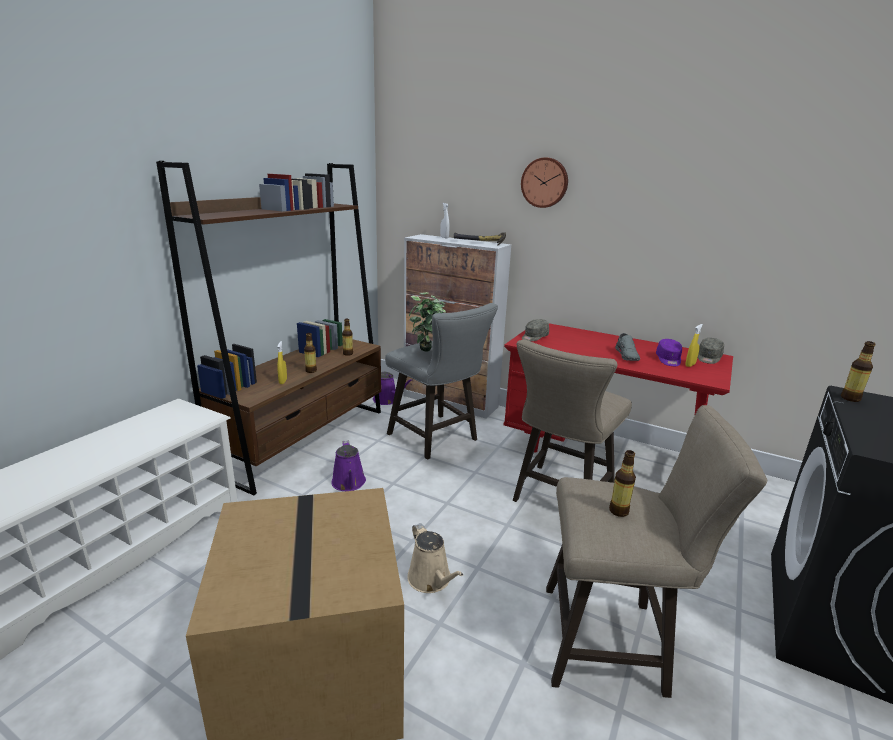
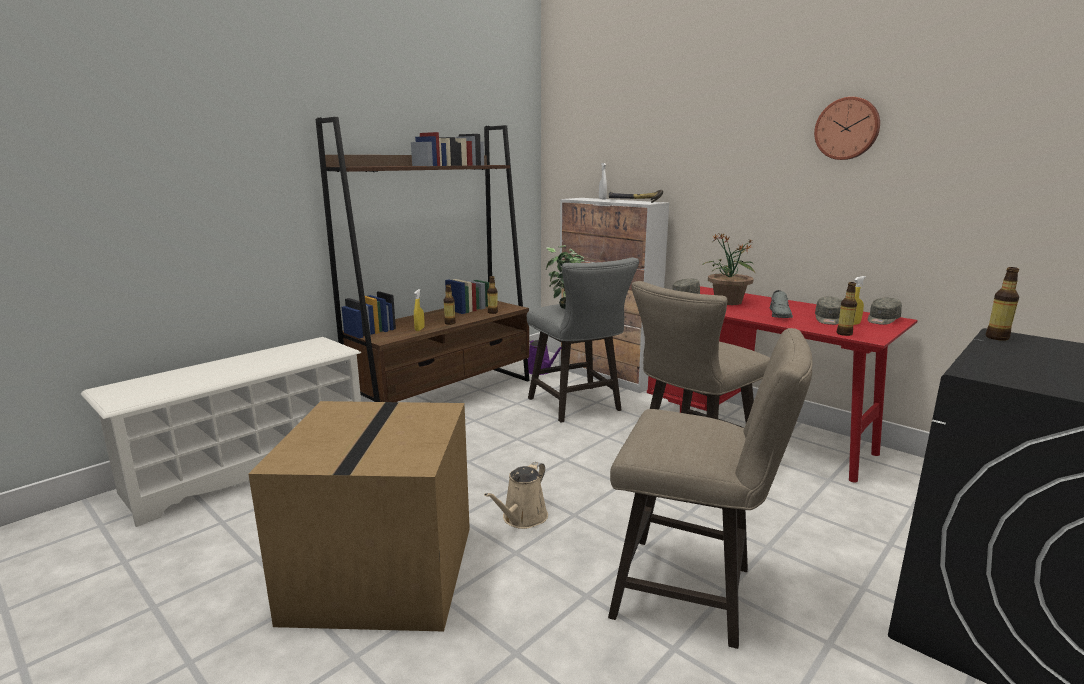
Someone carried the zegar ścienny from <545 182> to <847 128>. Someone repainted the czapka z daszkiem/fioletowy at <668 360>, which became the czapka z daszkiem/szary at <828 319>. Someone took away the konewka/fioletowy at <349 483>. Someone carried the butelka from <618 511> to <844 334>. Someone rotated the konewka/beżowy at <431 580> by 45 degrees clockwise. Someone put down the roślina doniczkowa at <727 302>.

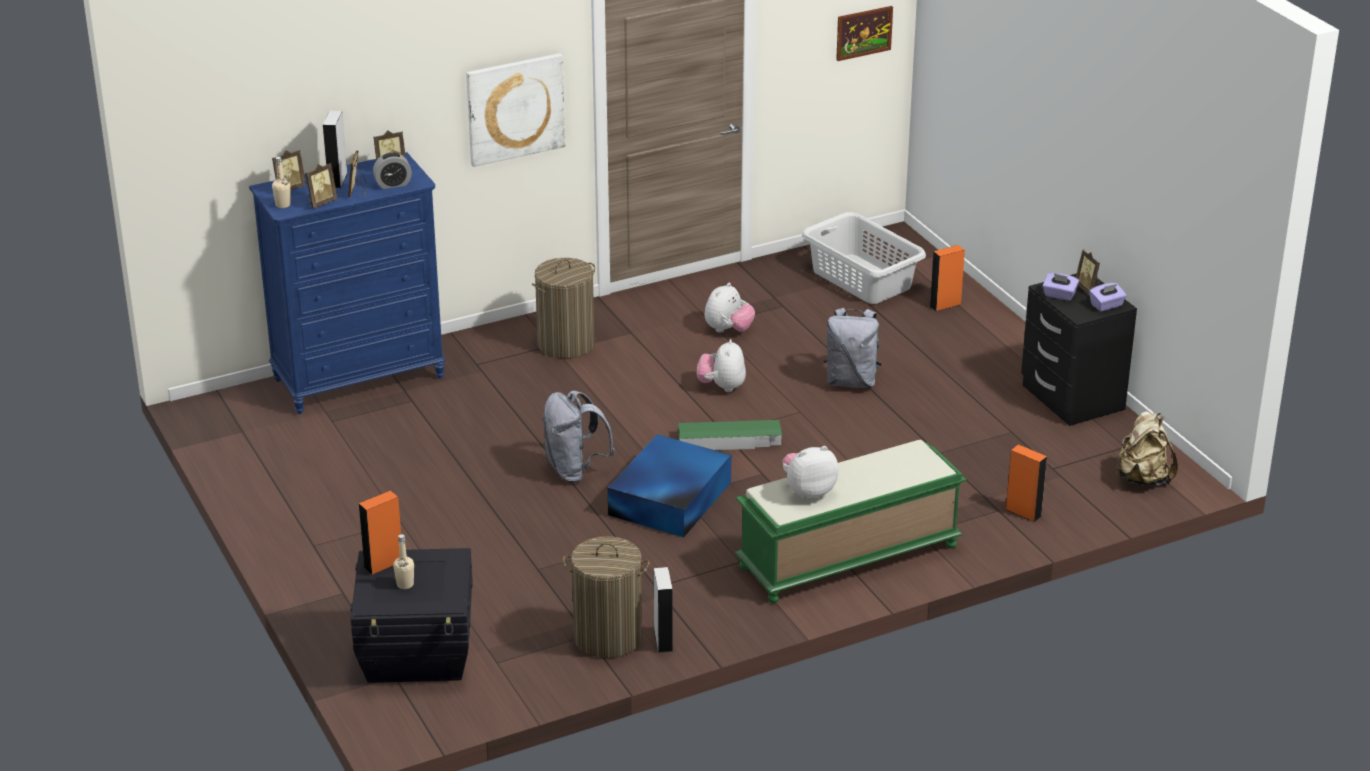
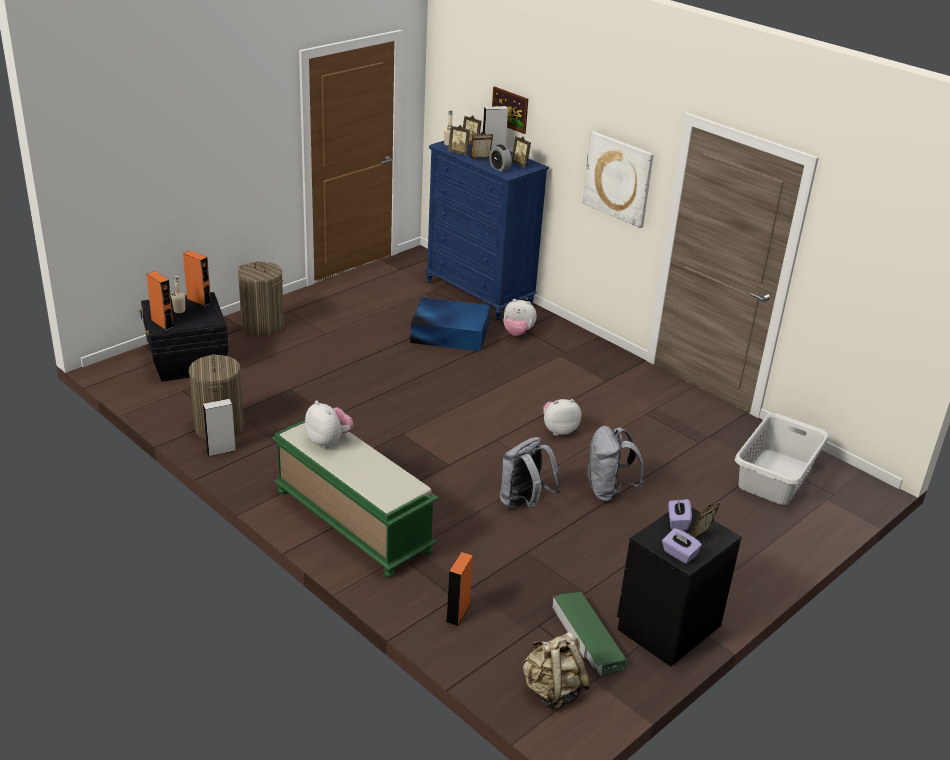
Someone carried the obraz from <864 33> to <510 109>. Someone carried the głośnik/pomarańczowy from <945 305> to <162 323>. Someone carried the kosz na pranie from <566 344> to <263 326>. Someone carried the pluszak from <728 330> to <517 333>. Someone carried the plecak/szary from <575 470> to <524 504>. Someone carried the pojemnik do przechowywania/zielony from <730 441> to <587 638>. Someone carried the pojemnik do przechowywania/niebieski from <668 499> to <449 333>.

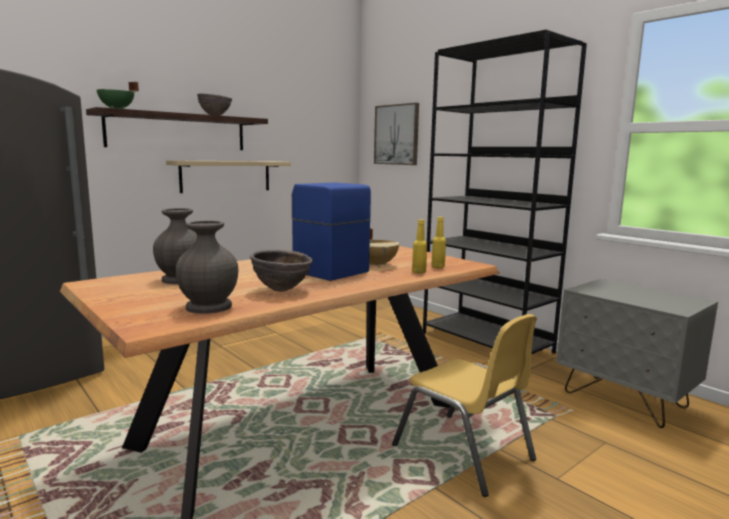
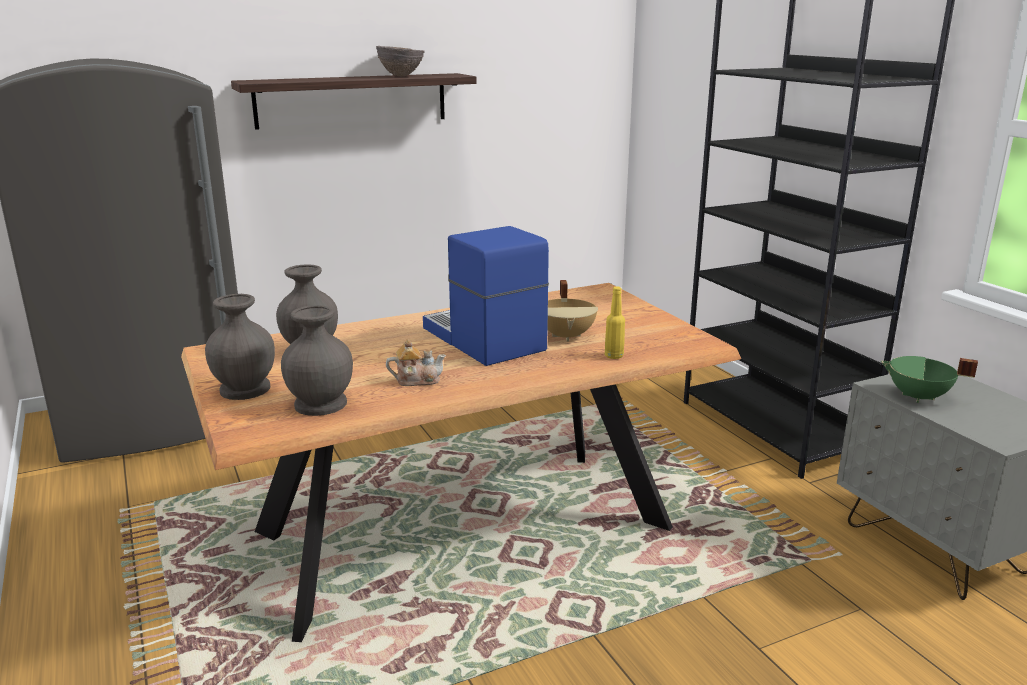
Someone carried the garnek/zielony from <116 109> to <918 397>. Someone took away the obraz at <396 134>. Someone took away the półka/beżowy at <226 176>. Someone took away the butelka/żółty at <438 267>. Someone swapped the miska/brązowy at <282 290> for the imbryk at <417 380>. Someone took away the krzesło/żółty at <463 453>. Someone put down the wazon/szary at <244 389>.

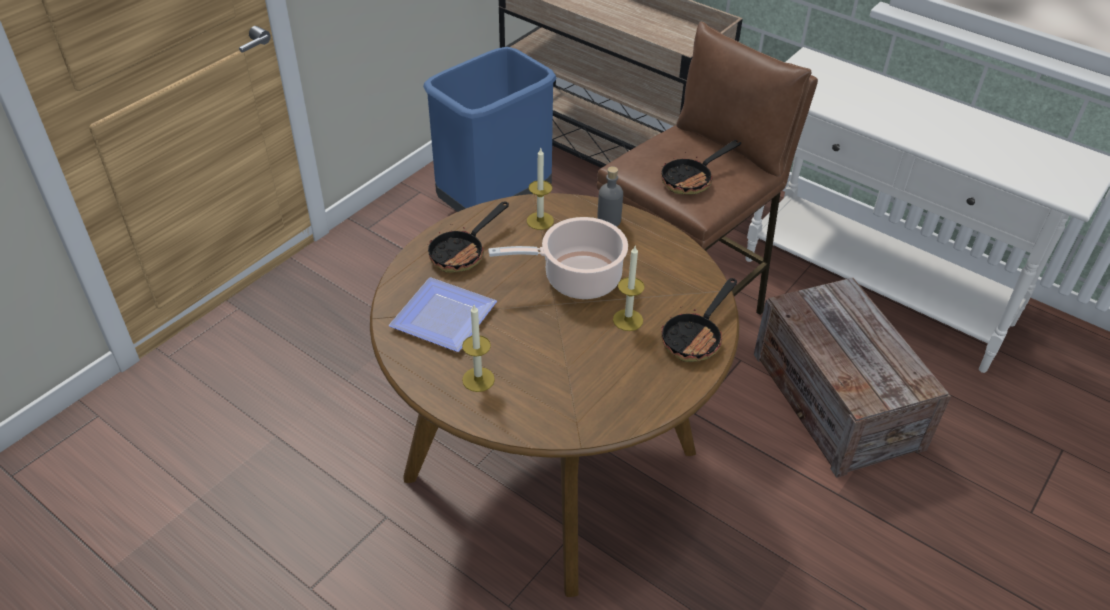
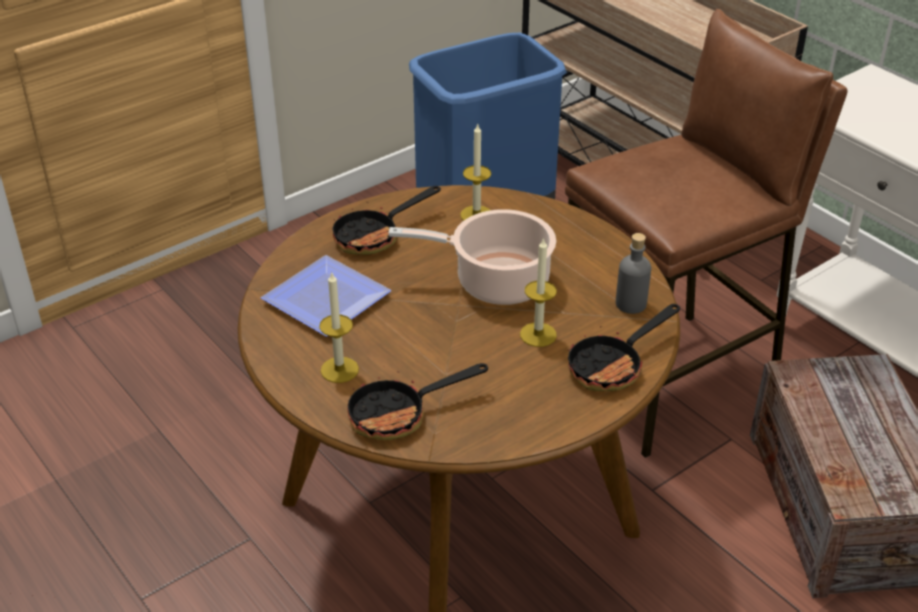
Someone carried the patelnia from <692 179> to <399 414>. Someone carried the butelka/szary from <609 221> to <631 304>.

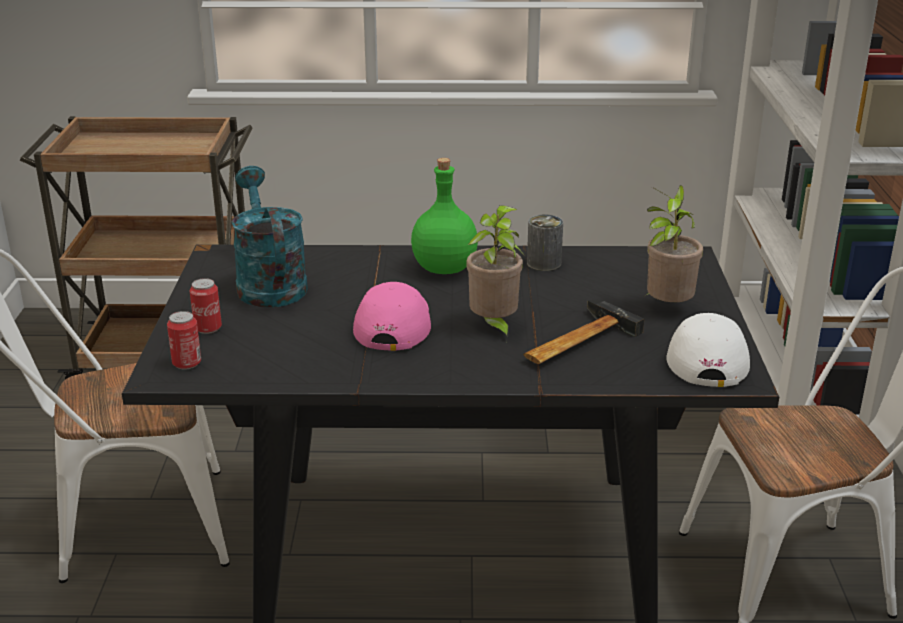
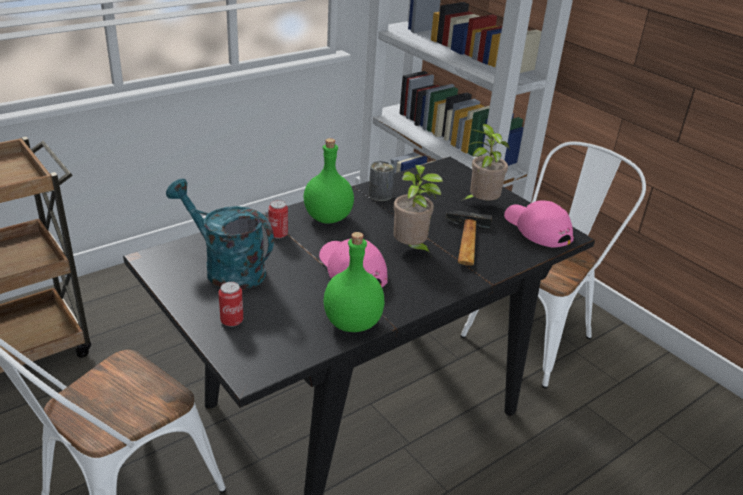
Someone carried the puszka from <187 363> to <278 234>. Someone repainted the czapka z daszkiem/biały at <705 357>, which became the czapka z daszkiem/różowy at <537 228>. Someone put down the butelka/zielony at <351 323>.

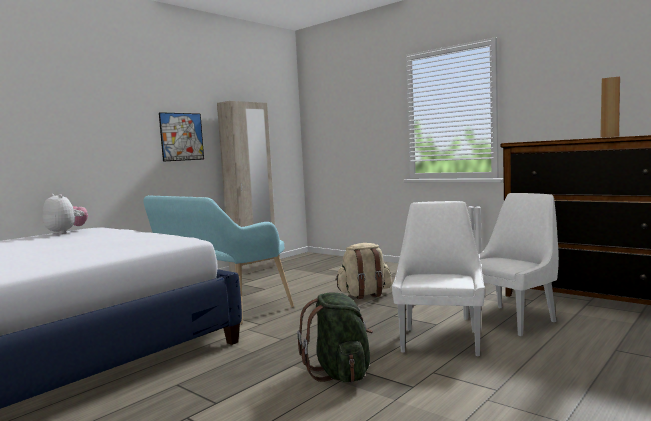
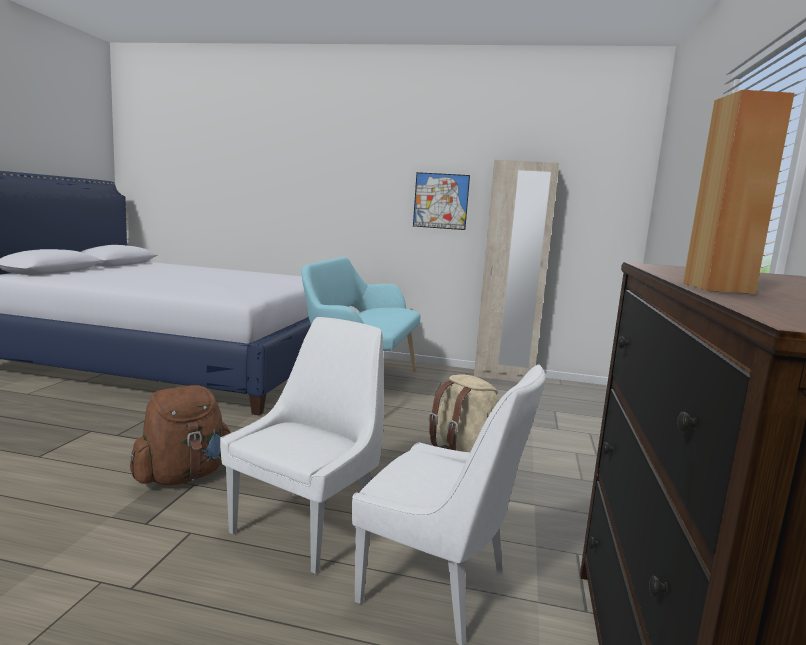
Someone took away the pluszak at <66 232>. Someone rotated the krzesło/biały at <440 340> by 45 degrees counterclockwise. Someone repainted the plecak/zielony at <340 373>, which became the plecak/brązowy at <183 476>.

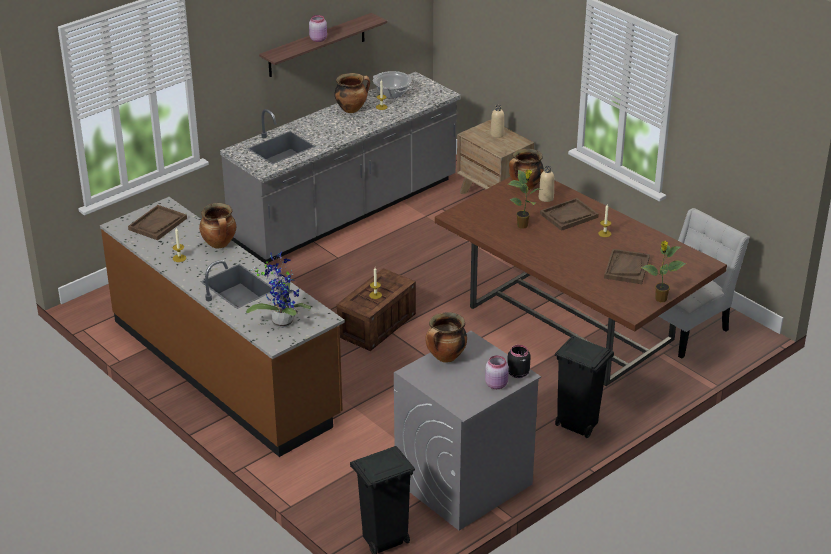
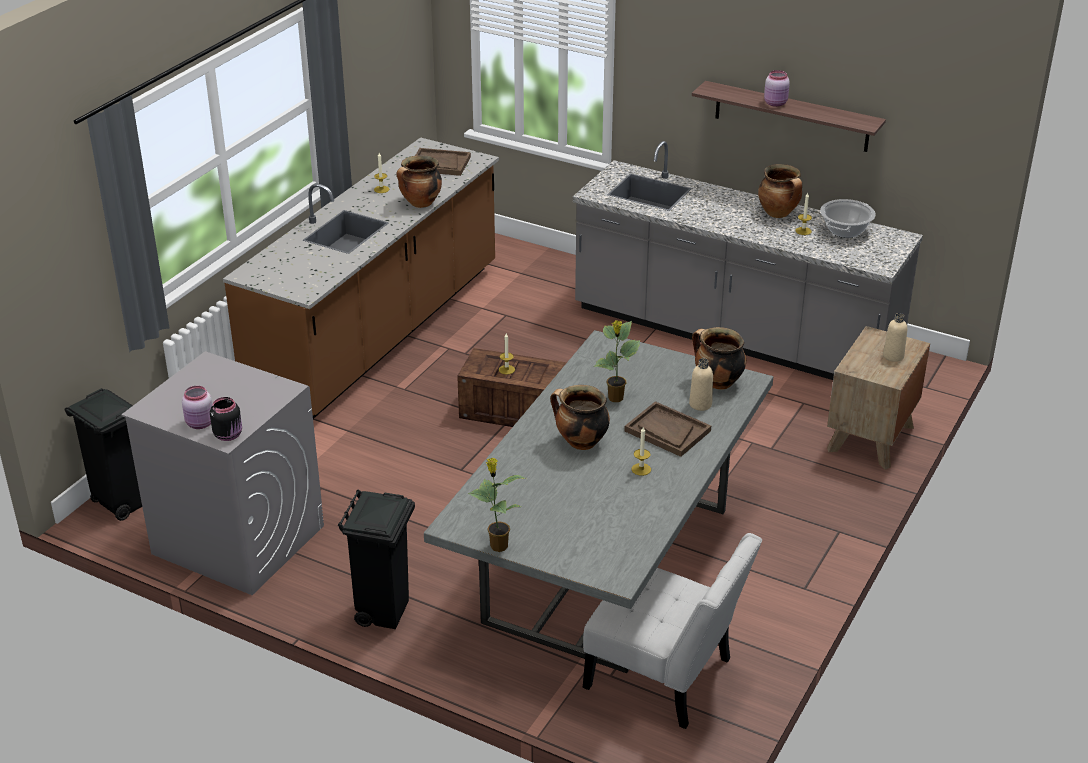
Someone repainted the stół jadalny/brązowy at <572 324>, which became the stół jadalny/szary at <606 566>. Someone took away the taca/brązowy at <626 268>. Someone took away the roślina doniczkowa at <281 320>. Someone carried the garnek from <445 357> to <580 442>.

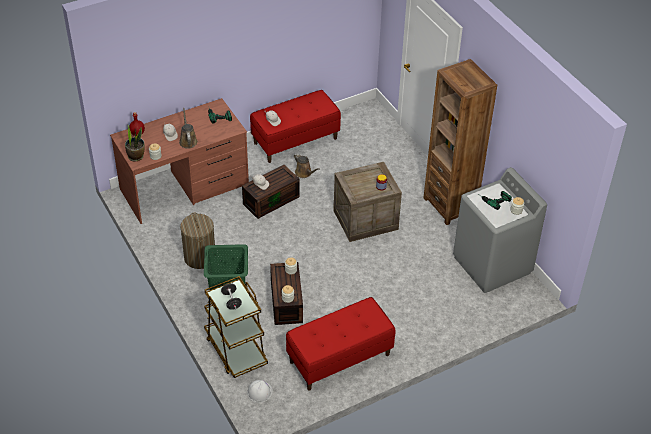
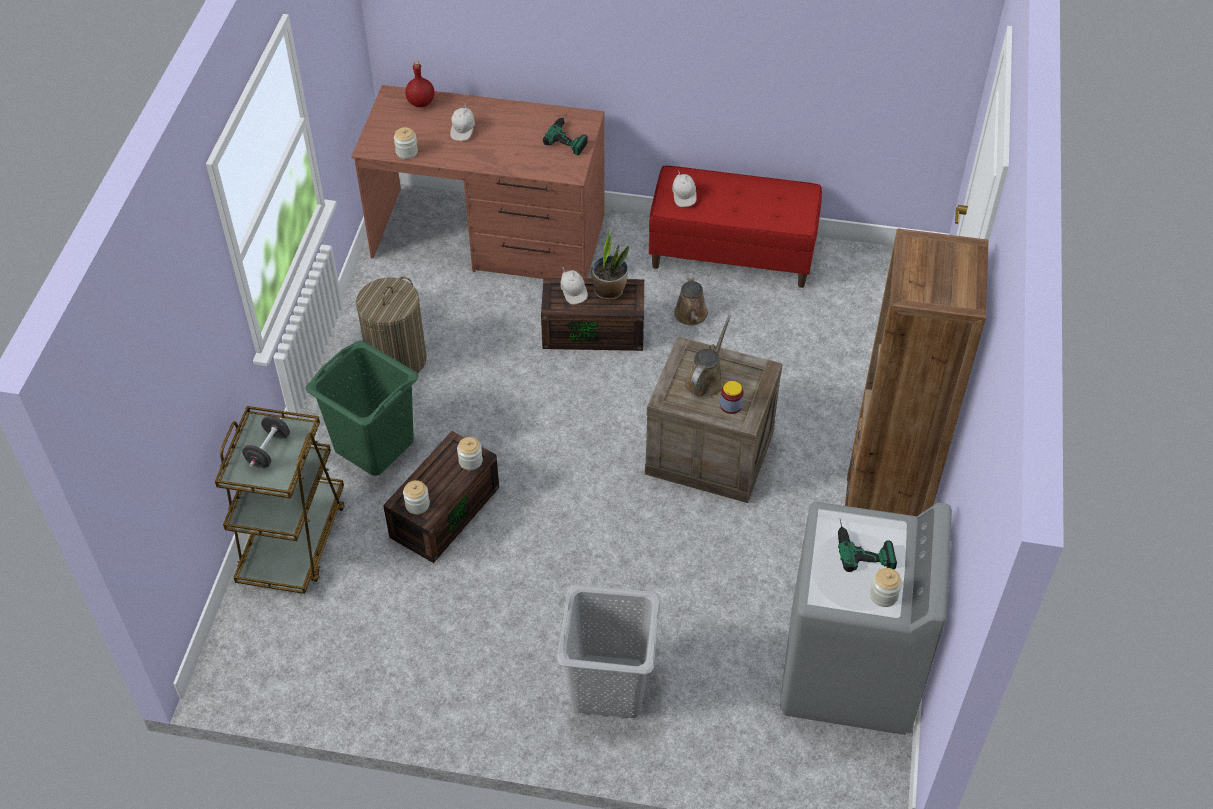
Someone carried the konewka/brązowy from <188 141> to <706 380>. Someone carried the roślina doniczkowa from <136 156> to <609 290>. Someone took away the ławka/czerwony at <339 358>. Someone took away the kask/biały at <259 392>. Someone put down the kosz na pranie/szary at <610 687>.

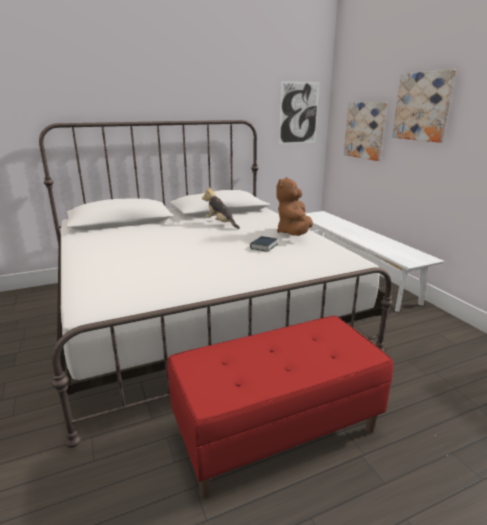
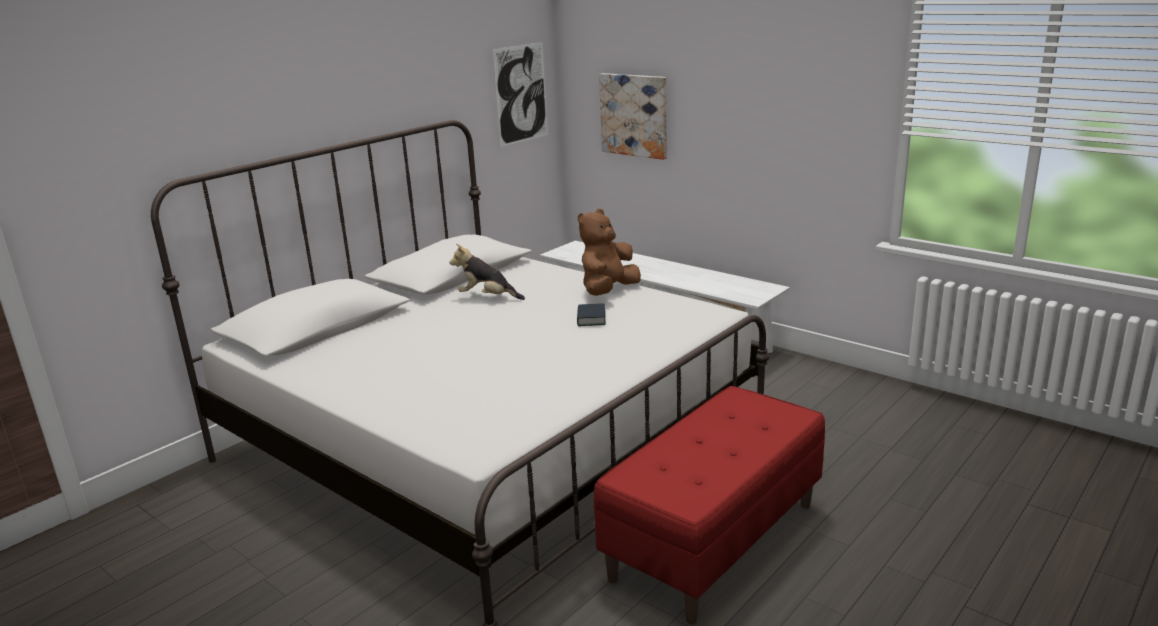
Someone took away the obraz at <422 106>. Someone rotated the pluszak/brązowy at <294 234> by 45 degrees clockwise.

